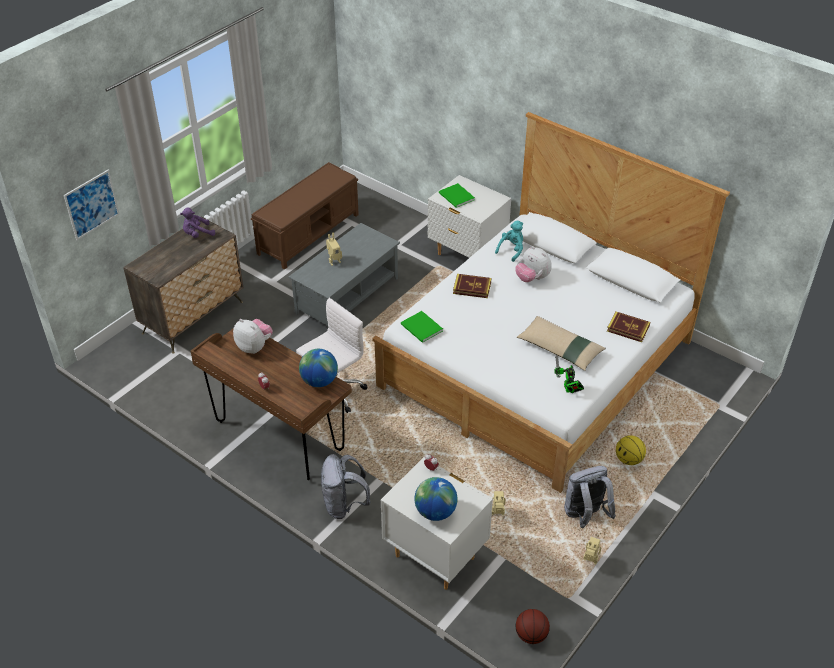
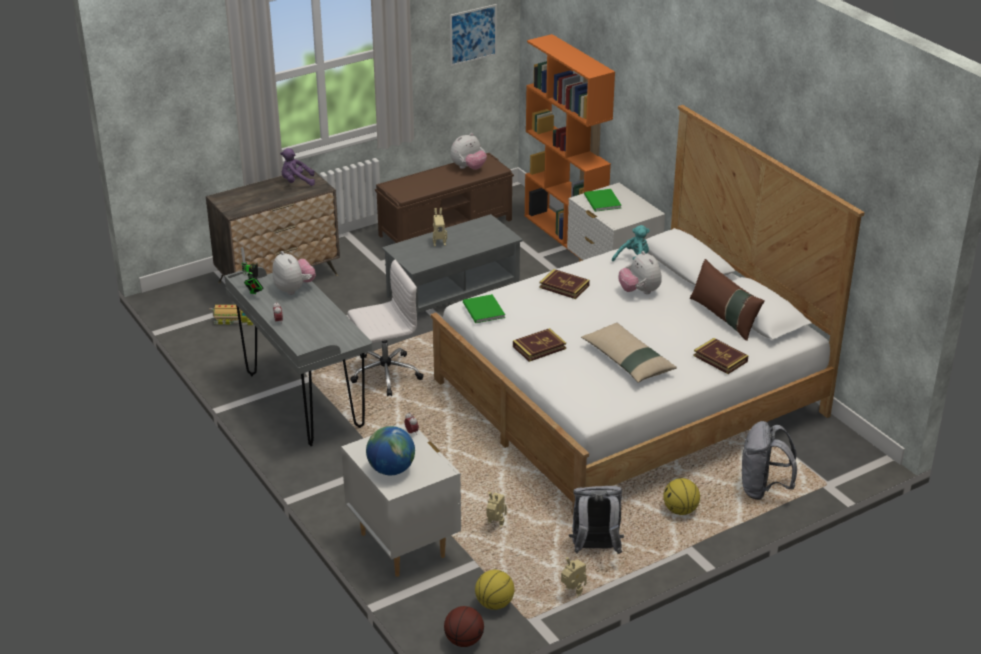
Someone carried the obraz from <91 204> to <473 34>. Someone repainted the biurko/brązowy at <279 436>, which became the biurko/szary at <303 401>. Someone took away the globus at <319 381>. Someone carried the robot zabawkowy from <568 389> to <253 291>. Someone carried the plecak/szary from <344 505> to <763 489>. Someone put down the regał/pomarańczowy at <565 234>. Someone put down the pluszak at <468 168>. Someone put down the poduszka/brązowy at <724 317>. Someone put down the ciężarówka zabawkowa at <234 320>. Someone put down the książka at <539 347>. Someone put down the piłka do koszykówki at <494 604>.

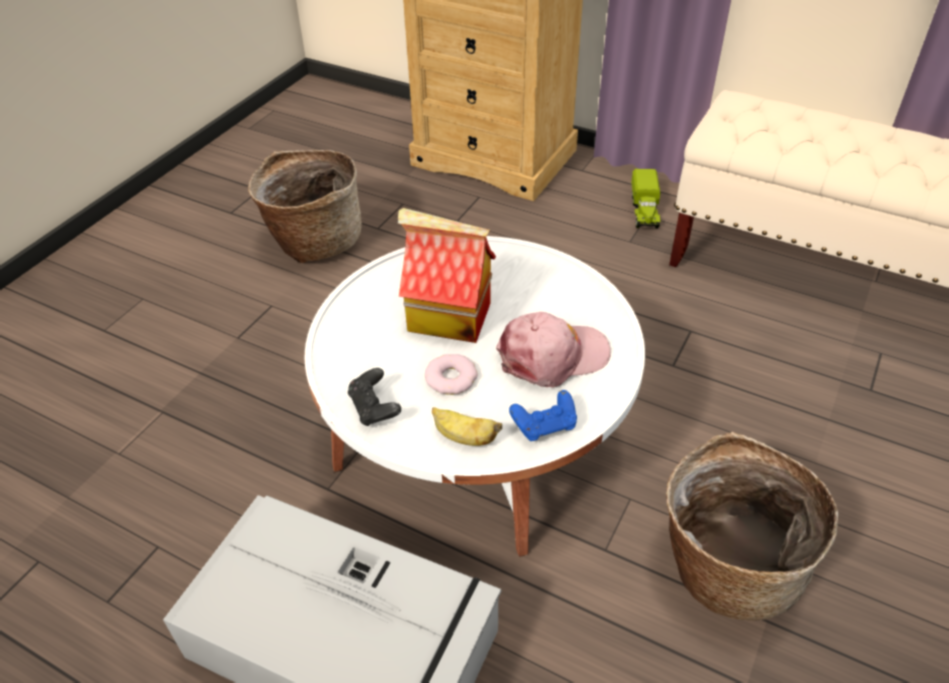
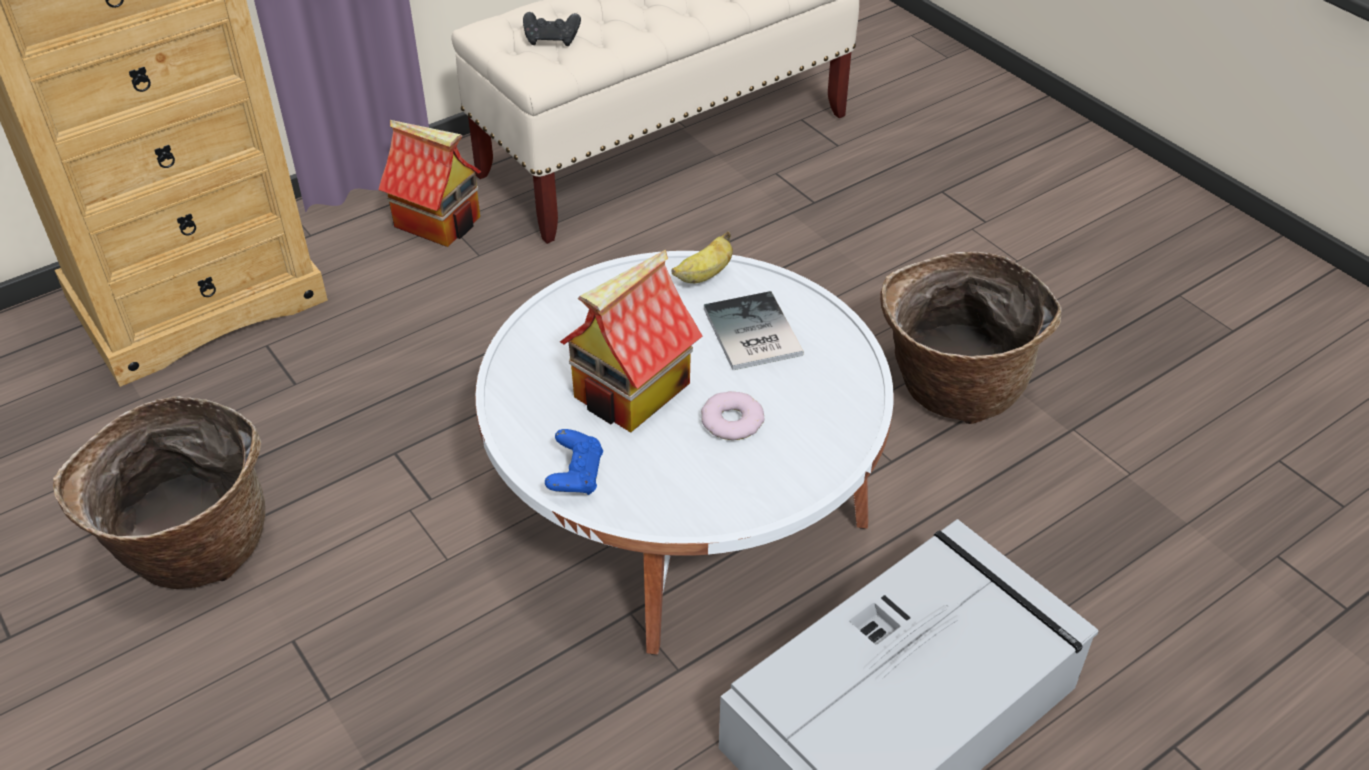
Someone swapped the ciężarówka zabawkowa at <644 212> for the domek at <439 221>. Someone swapped the czapka z daszkiem/różowy at <553 356> for the książka at <750 334>. Someone carried the pad do gier/czarny from <374 408> to <552 39>. Someone carried the pad do gier/niebieski from <545 425> to <576 475>. Someone carried the banan from <464 437> to <704 275>.

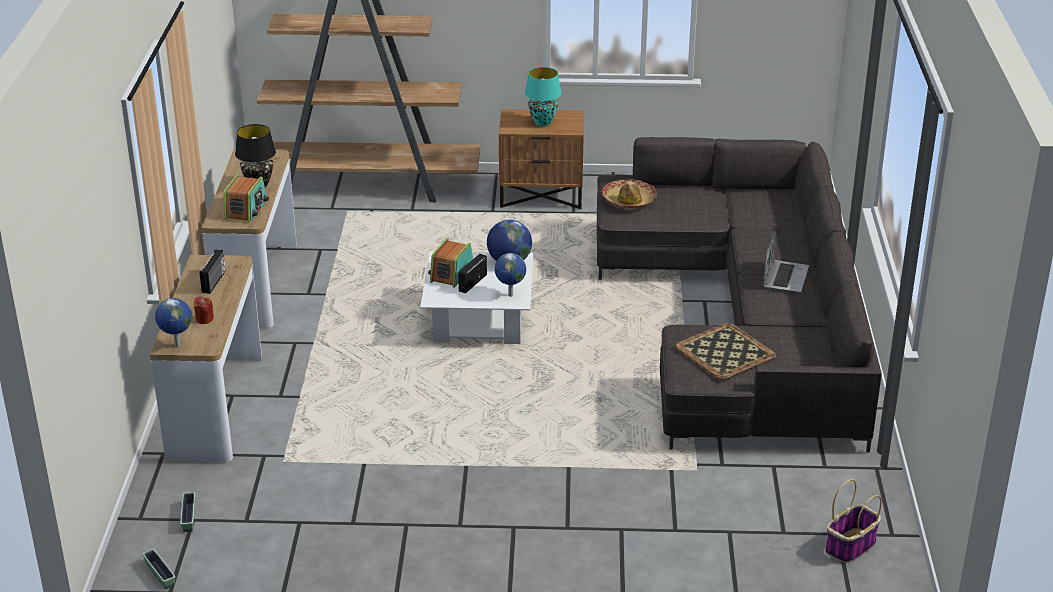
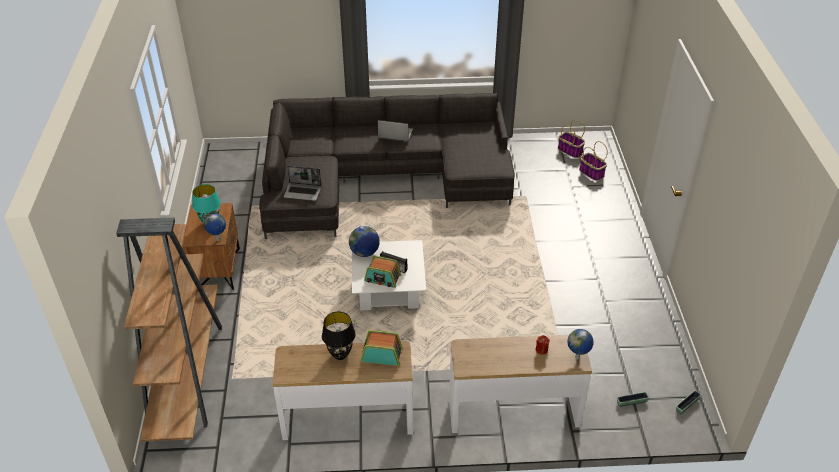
Someone swapped the kapelusz at <629 200> for the laptop at <303 192>. Someone took away the radio at <214 282>. Someone carried the globus from <509 295> to <218 240>. Someone took away the taca at <725 352>. Someone put down the koszyk at <591 173>.

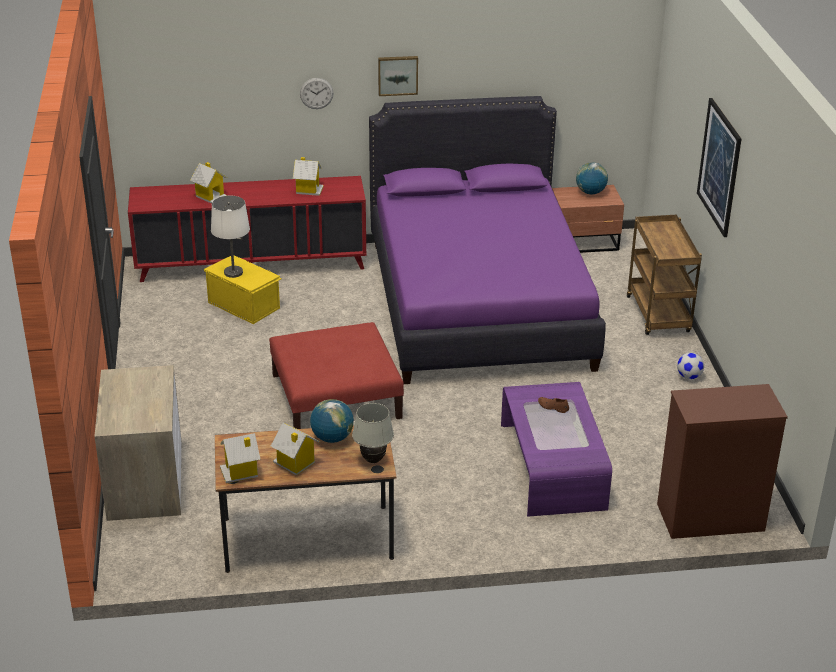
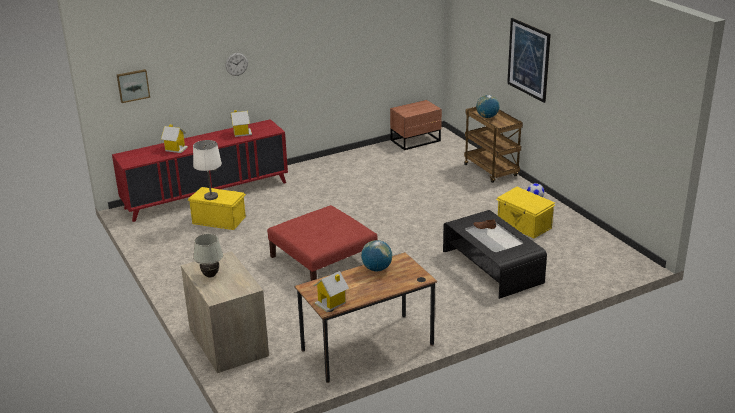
Someone carried the obraz from <397 75> to <133 85>. Someone took away the łóżko/fioletowy at <478 303>. Someone carried the globus from <590 192> to <487 117>. Someone repainted the ława/fioletowy at <552 466>, which became the ława/czarny at <492 267>. Someone took away the komoda/brązowy at <709 517>. Someone carried the lampa stołowa/biały from <373 460> to <210 275>. Someone took away the domek at <295 463>. Someone put down the pojemnik do przechowywania/żółty at <524 225>.

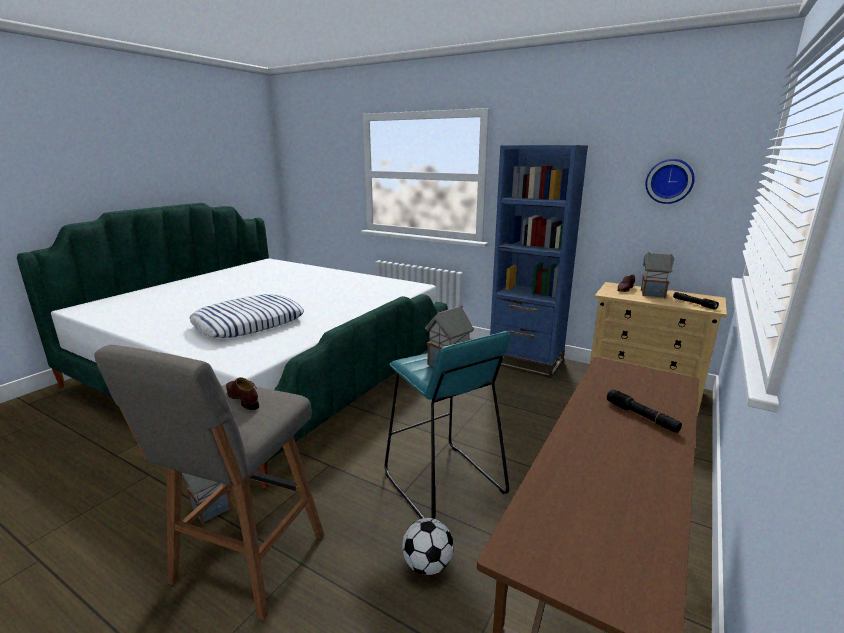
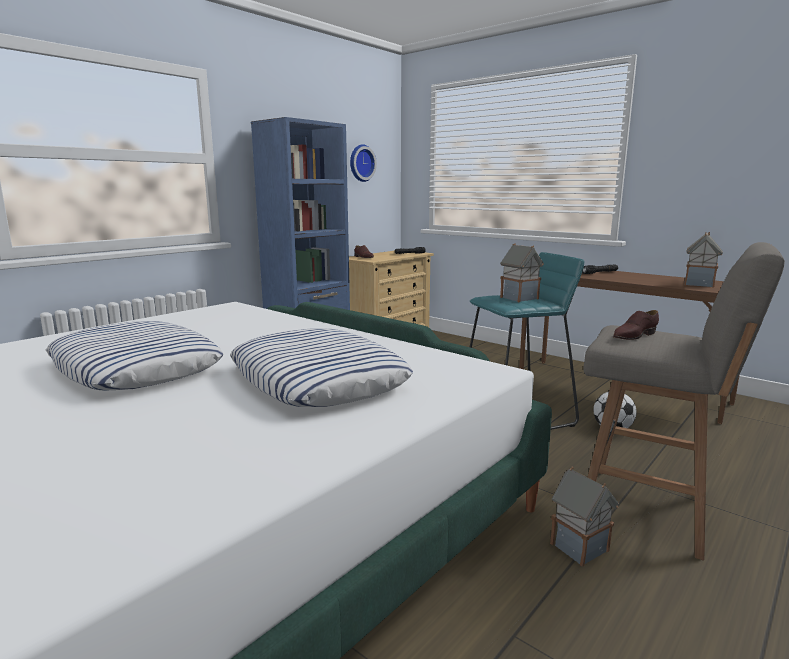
Someone carried the domek from <651 294> to <699 284>. Someone put down the poduszka at <135 367>.

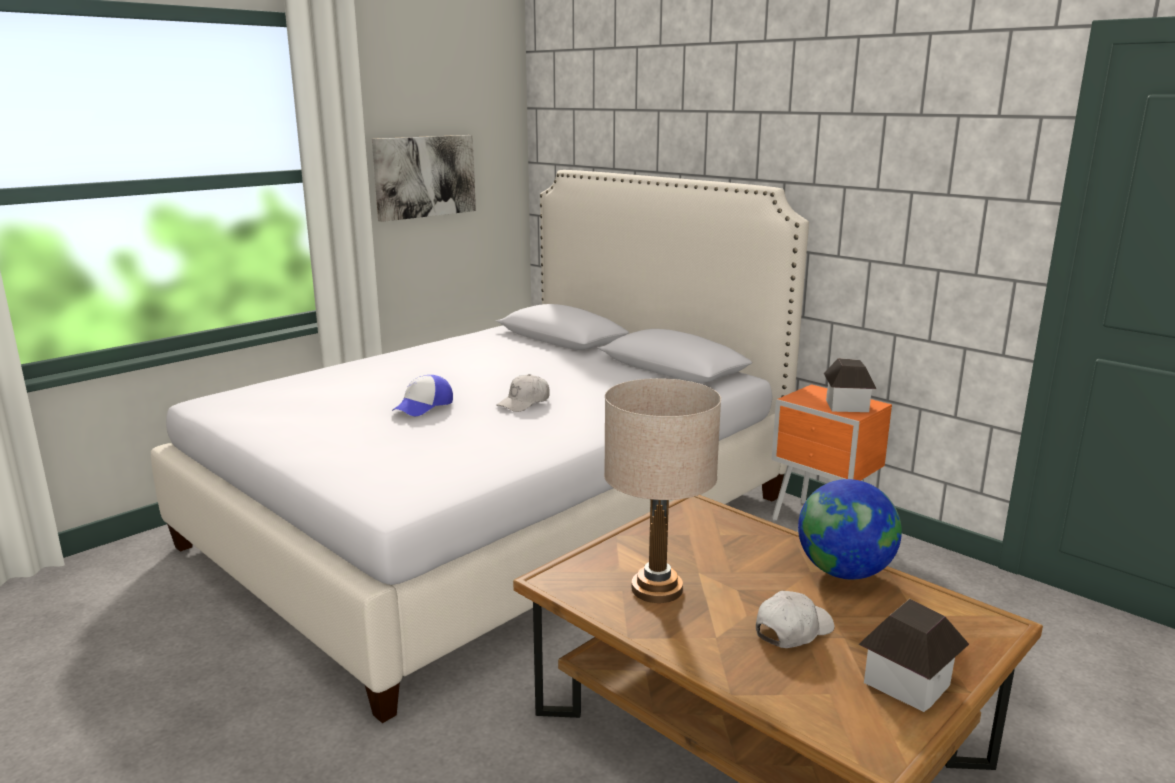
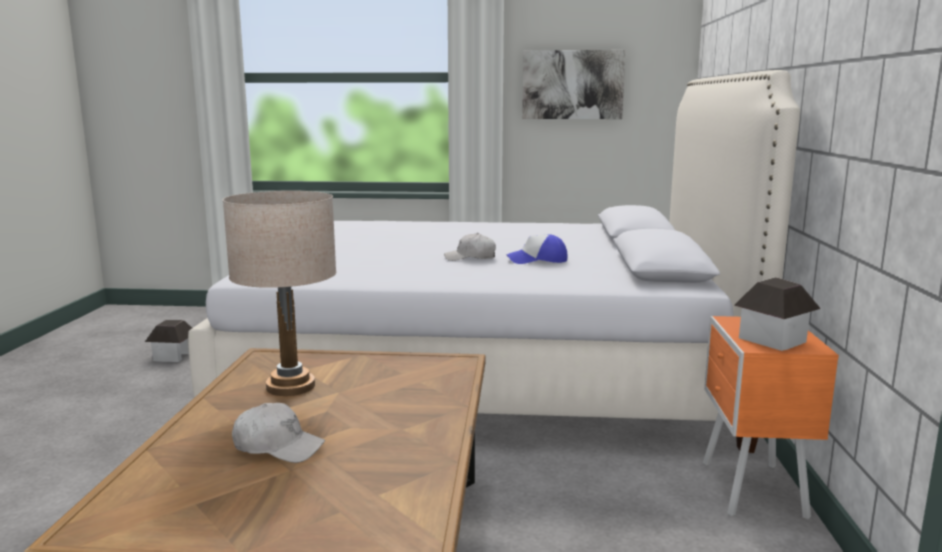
Someone carried the czapka z daszkiem from <424 406> to <538 260>. Someone took away the globus at <844 572>. Someone carried the domek from <907 683> to <173 356>.

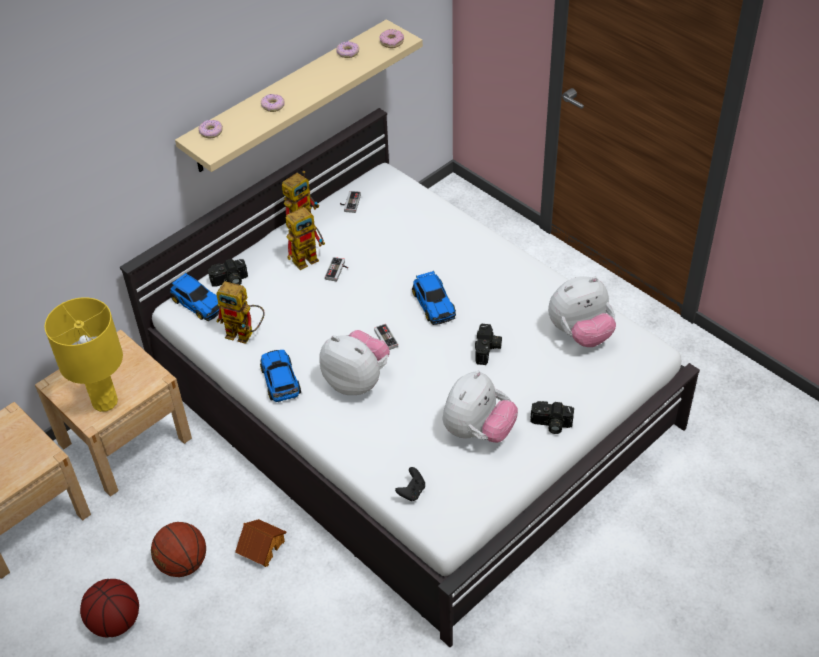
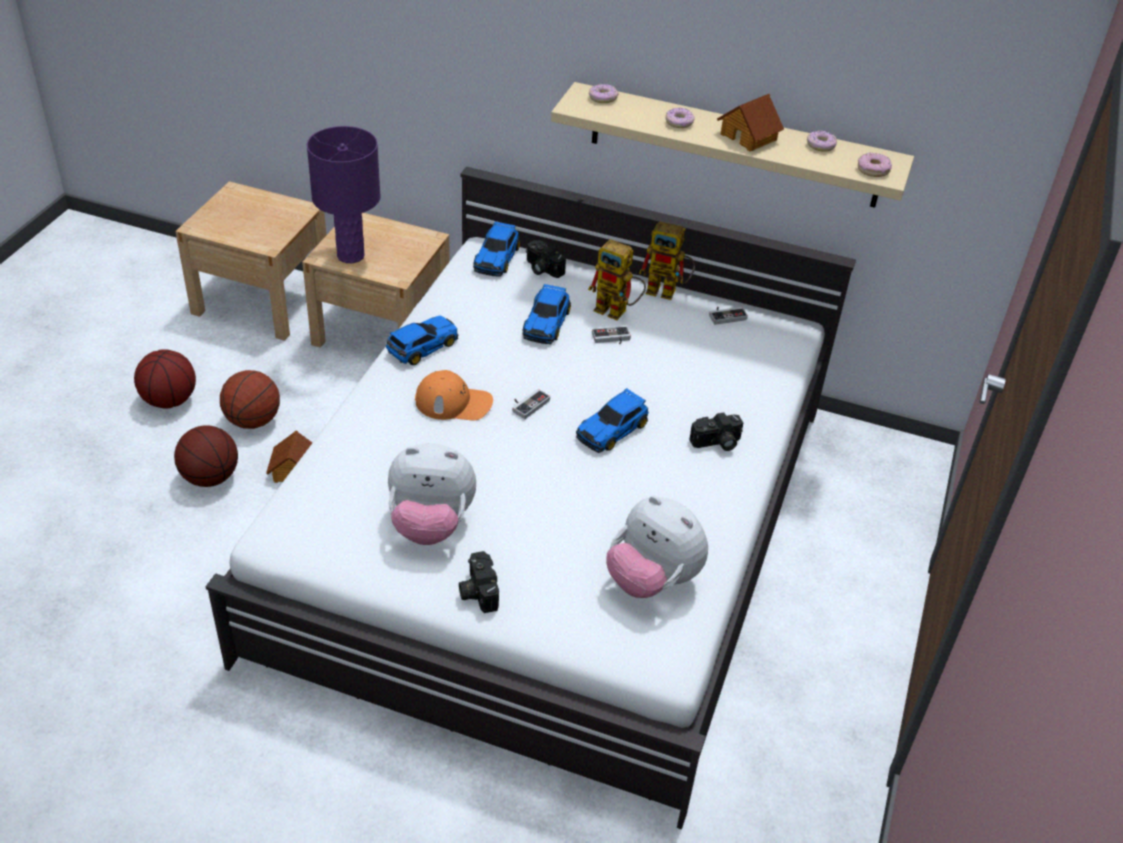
Someone took away the robot zabawkowy at <245 334>. Someone repainted the lampa stołowa/żółty at <104 401>, which became the lampa stołowa/fioletowy at <351 255>. Someone carried the aparat fotograficzny from <488 350> to <716 443>. Someone swapped the pluszak at <357 381> for the czapka z daszkiem/pomarańczowy at <454 402>. Someone took away the pad do gier/czarny at <412 492>. Someone put down the domek at <749 136>. Someone put down the samochodzik at <546 322>. Someone put down the piłka do koszykówki at <210 478>.

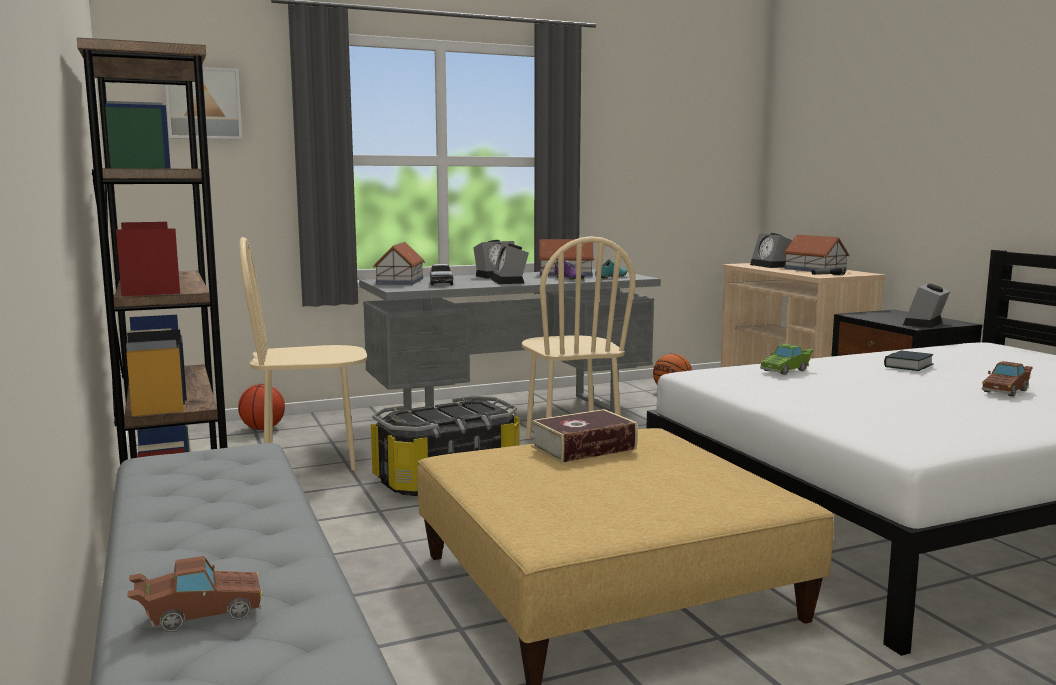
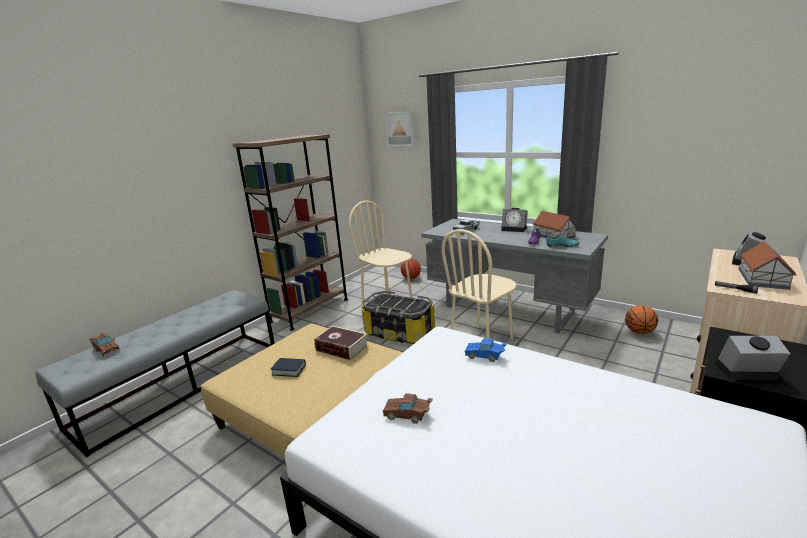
Someone took away the domek at <399 281>. Someone took away the budzik at <510 281>. Someone repainted the samochodzik/zielony at <786 370>, which became the samochodzik/niebieski at <485 356>. Someone carried the książka from <908 366> to <289 370>. Someone carried the samochodzik/brązowy from <1006 390> to <408 415>.

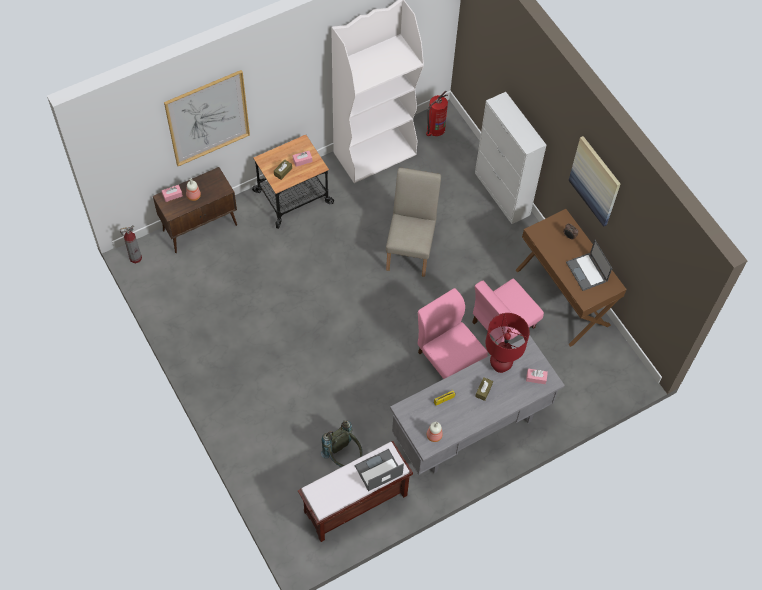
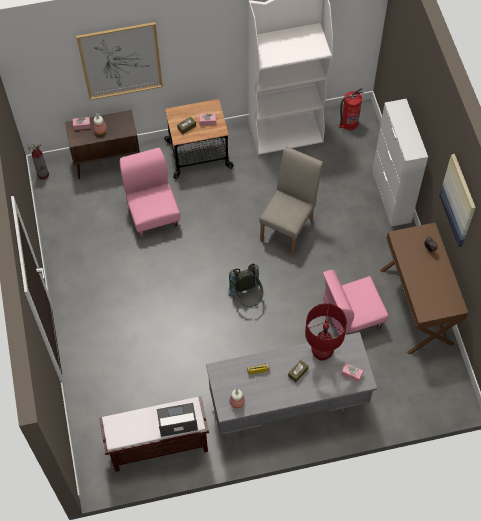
Someone took away the laptop at <587 272>. Someone carried the krzesło/różowy from <448 358> to <153 213>. Someone carried the plecak/szary from <343 457> to <247 297>.

